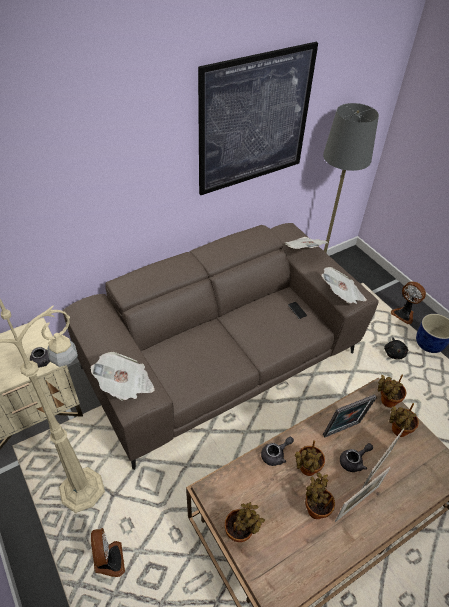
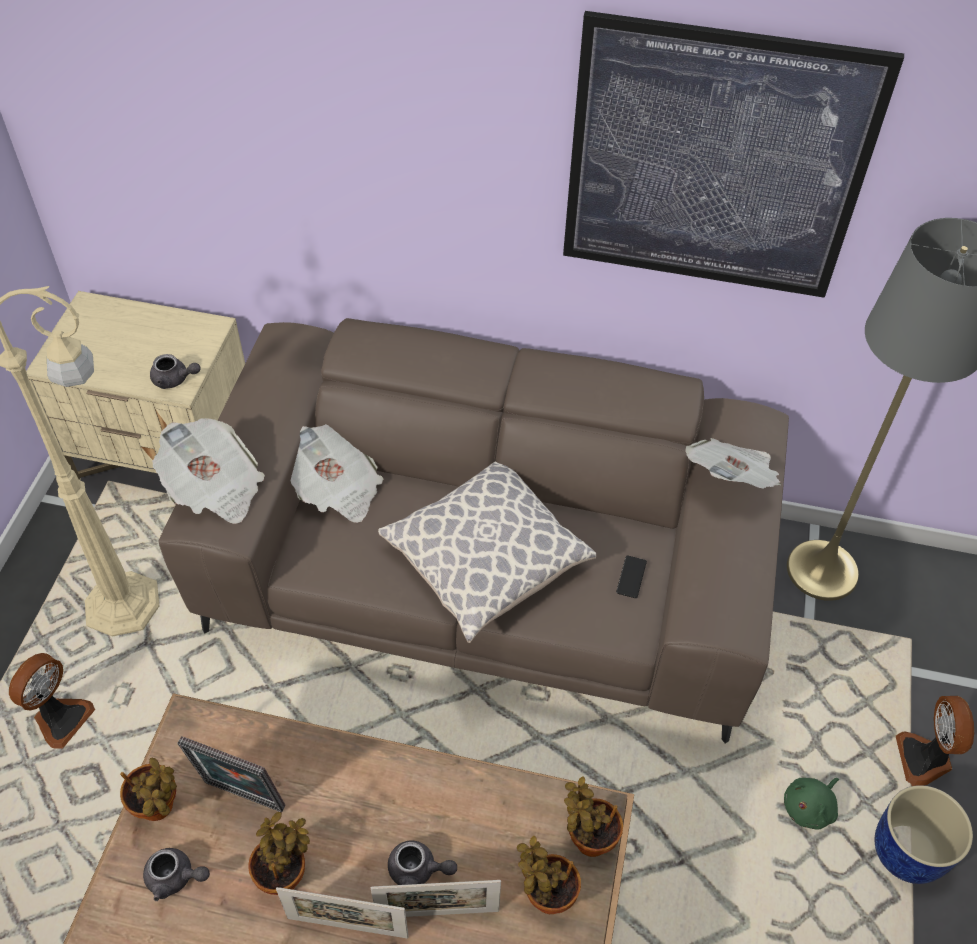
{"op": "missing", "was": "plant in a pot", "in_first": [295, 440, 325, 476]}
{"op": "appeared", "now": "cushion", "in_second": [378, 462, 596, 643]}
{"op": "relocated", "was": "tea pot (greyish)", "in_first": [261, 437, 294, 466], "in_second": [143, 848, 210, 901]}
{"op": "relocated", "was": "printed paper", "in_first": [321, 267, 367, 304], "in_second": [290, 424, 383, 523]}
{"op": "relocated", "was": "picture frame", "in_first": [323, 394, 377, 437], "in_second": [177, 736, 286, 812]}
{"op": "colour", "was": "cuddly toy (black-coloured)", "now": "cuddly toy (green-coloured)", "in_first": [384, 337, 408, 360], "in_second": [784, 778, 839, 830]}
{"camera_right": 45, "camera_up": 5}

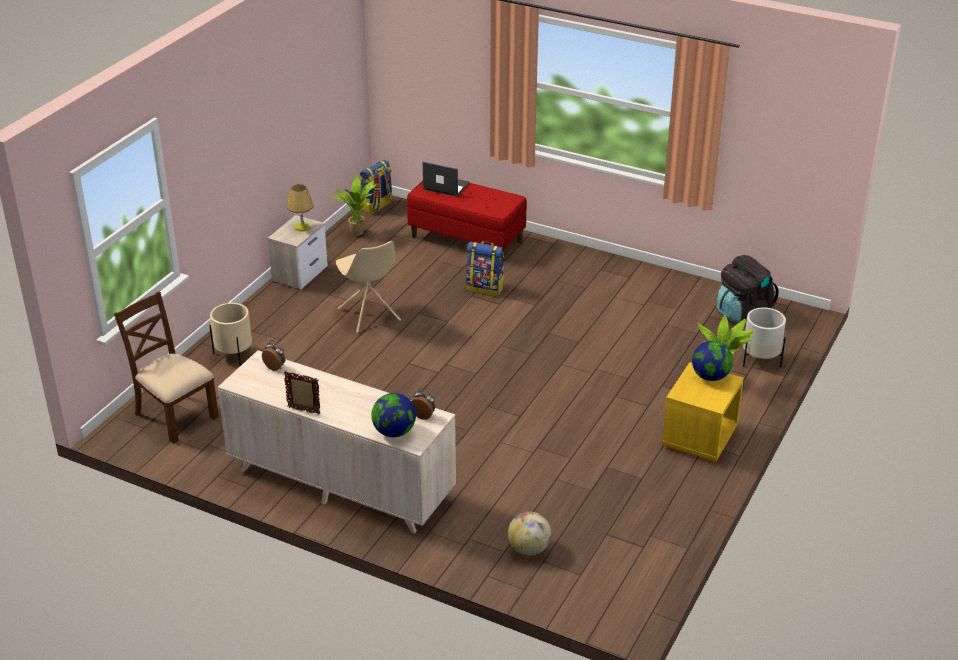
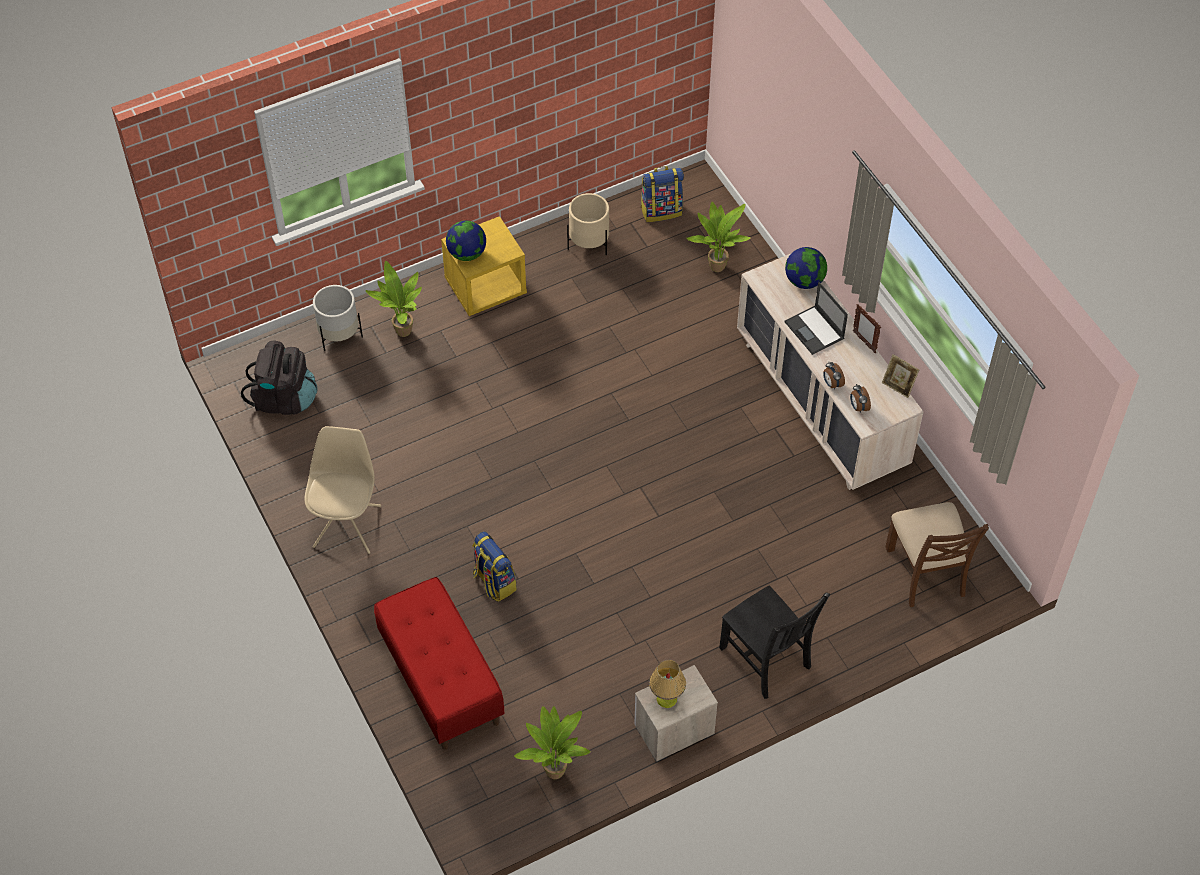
{"op": "appeared", "now": "upright chair (black-coloured)", "in_second": [719, 586, 830, 699]}
{"op": "appeared", "now": "picture frame", "in_second": [882, 354, 919, 398]}
{"op": "relocated", "was": "plant pot (beige-coloured)", "in_first": [209, 303, 252, 366], "in_second": [567, 193, 609, 255]}
{"op": "relocated", "was": "upright chair (beige-coloured)", "in_first": [336, 241, 401, 333], "in_second": [304, 426, 381, 554]}
{"op": "relocated", "was": "backpack", "in_first": [360, 160, 393, 214], "in_second": [641, 166, 684, 222]}
{"op": "relocated", "was": "alarm clock", "in_first": [411, 388, 435, 420], "in_second": [823, 362, 845, 389]}
{"op": "relocated", "was": "portable computer", "in_first": [423, 162, 470, 197], "in_second": [785, 282, 848, 355]}
{"op": "exchanged", "was": "world globe", "now": "plant in a pot", "in_first": [508, 511, 551, 556], "in_second": [686, 201, 751, 272]}
{"camera_right": -145, "camera_up": 20}

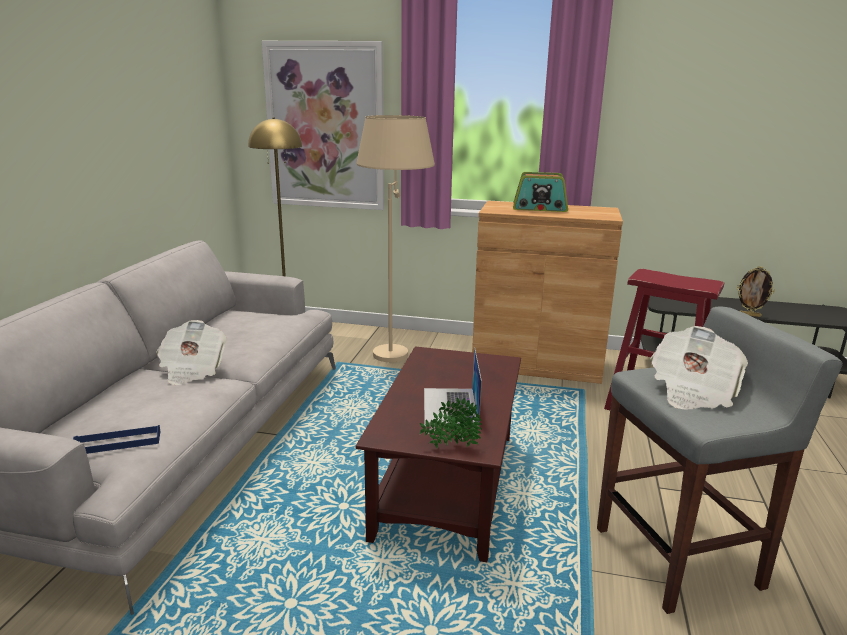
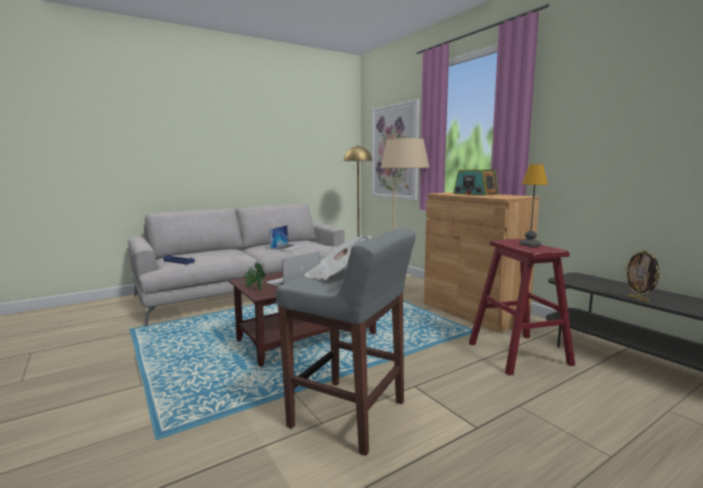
{"op": "missing", "was": "printed paper", "in_first": [156, 320, 227, 385]}
{"op": "appeared", "now": "portable computer", "in_second": [270, 225, 305, 251]}
{"op": "appeared", "now": "table lamp", "in_second": [520, 164, 548, 246]}
{"camera_right": 45, "camera_up": -10}

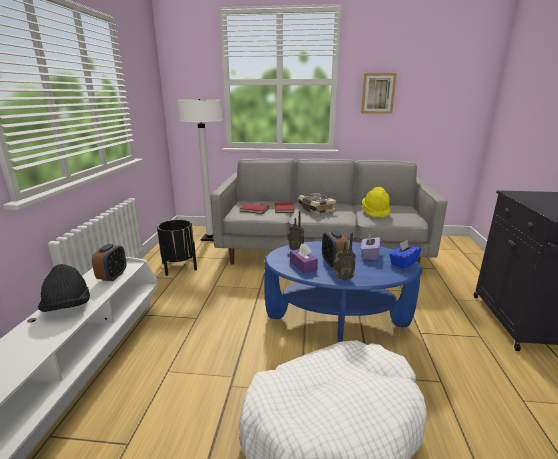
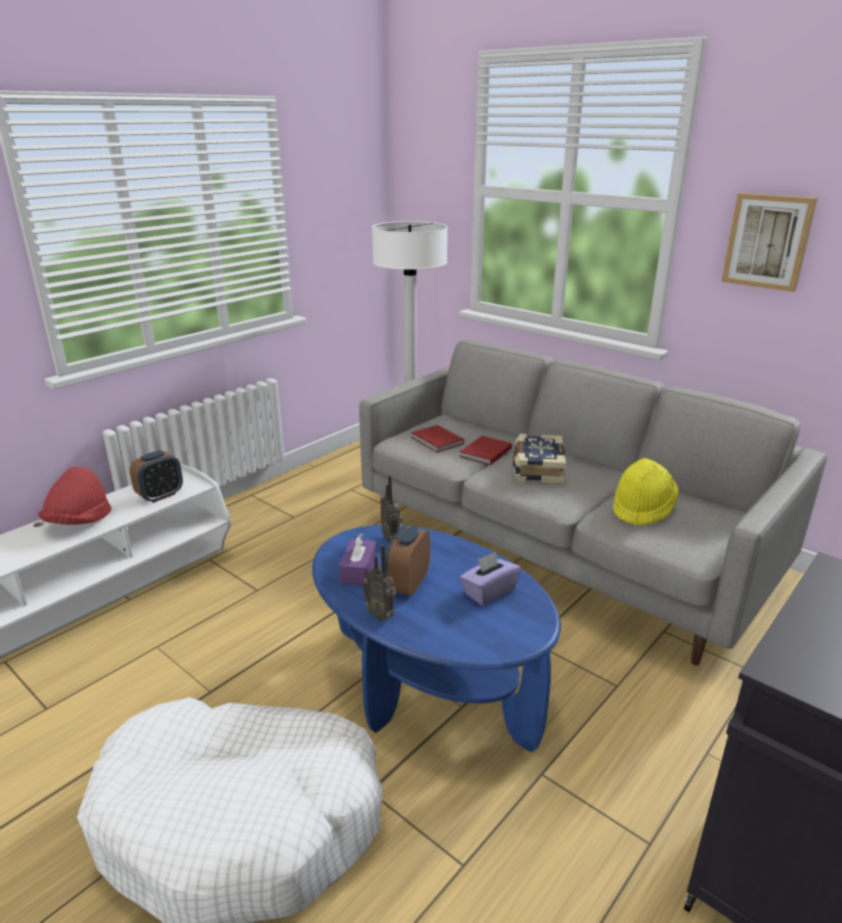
{"op": "missing", "was": "plant pot (black-coloured)", "in_first": [157, 219, 197, 276]}
{"op": "missing", "was": "tissue holder (bluish)", "in_first": [389, 240, 421, 269]}
{"op": "colour", "was": "wearable hat (black-coloured)", "now": "wearable hat (red-coloured)", "in_first": [38, 264, 90, 312], "in_second": [38, 466, 111, 525]}
{"camera_right": 35, "camera_up": 5}

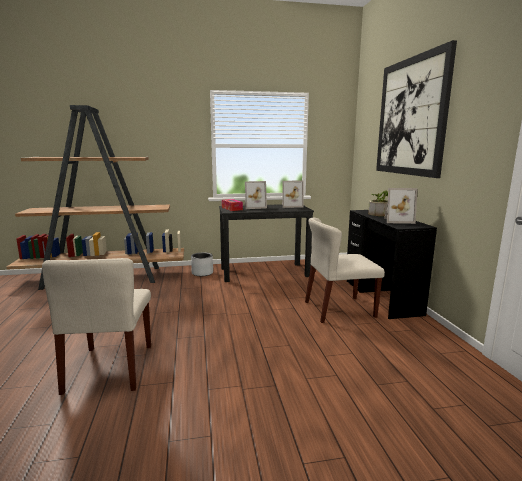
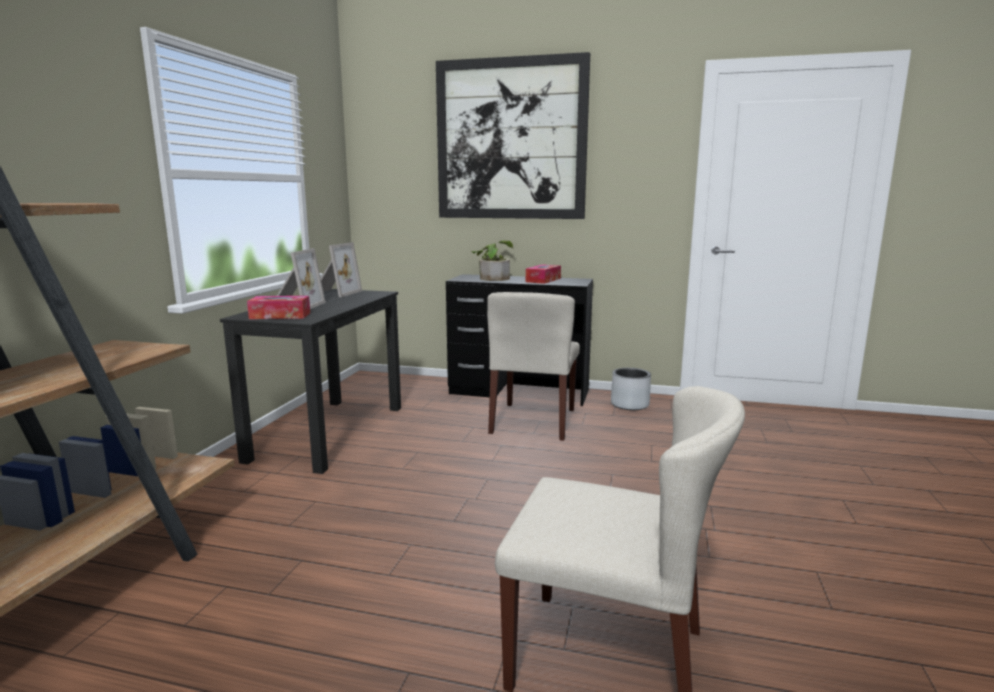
{"op": "relocated", "was": "plant pot (greyish)", "in_first": [191, 252, 213, 276], "in_second": [611, 368, 651, 410]}
{"op": "exchanged", "was": "picture frame", "now": "tissue holder", "in_first": [384, 188, 418, 224], "in_second": [526, 264, 561, 284]}
{"camera_right": -65, "camera_up": 0}

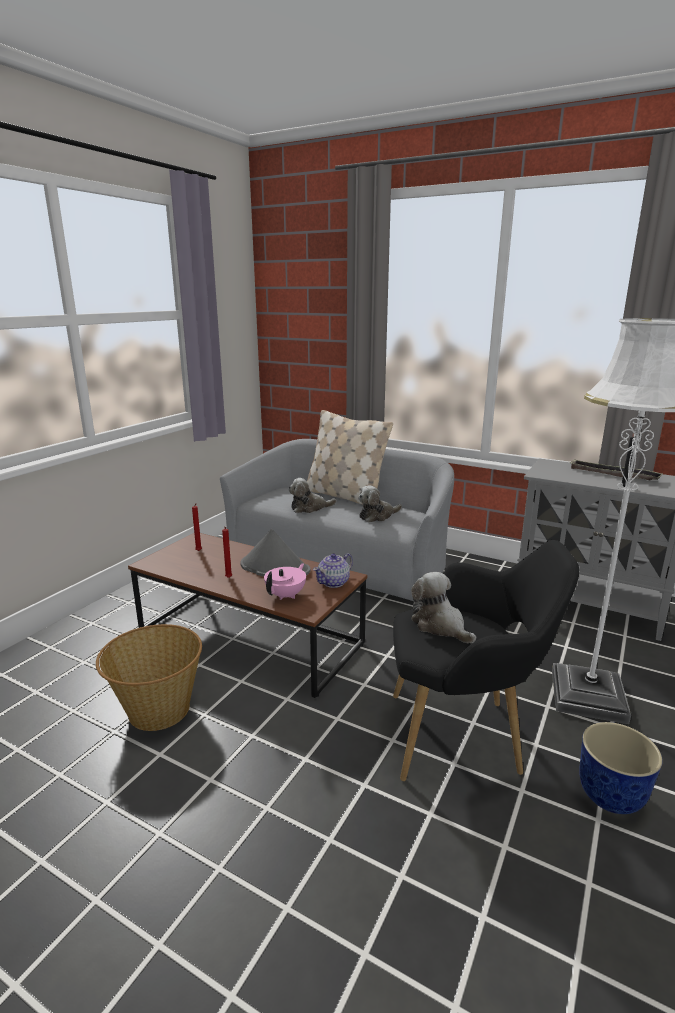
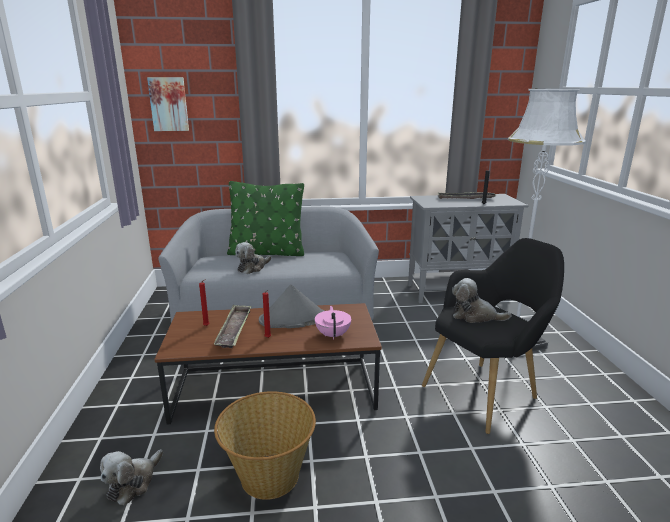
{"op": "missing", "was": "tea pot", "in_first": [313, 553, 353, 588]}
{"op": "missing", "was": "plant pot", "in_first": [579, 722, 662, 814]}
{"op": "appeared", "now": "picture", "in_second": [147, 77, 189, 131]}
{"op": "appeared", "now": "serving tray", "in_second": [214, 305, 251, 348]}
{"op": "relocated", "was": "cuddly toy", "in_first": [358, 485, 402, 522], "in_second": [100, 449, 163, 506]}
{"op": "colour", "was": "cushion (beige-coloured)", "now": "cushion (green-coloured)", "in_first": [307, 410, 393, 505], "in_second": [227, 181, 304, 256]}
{"camera_right": -35, "camera_up": 0}

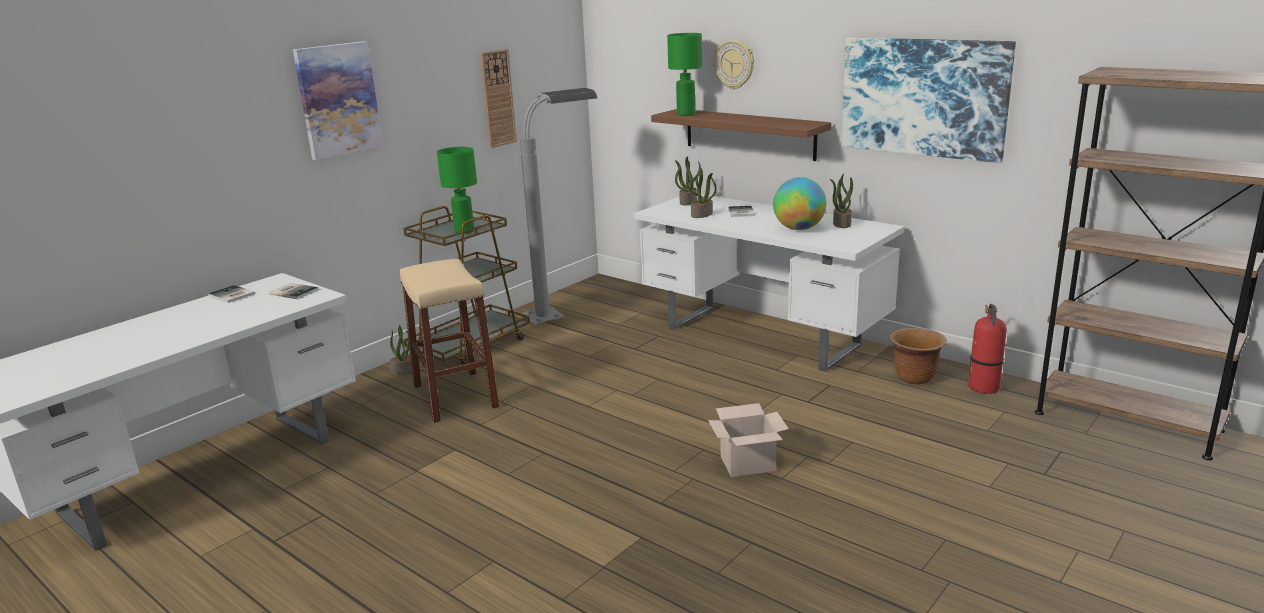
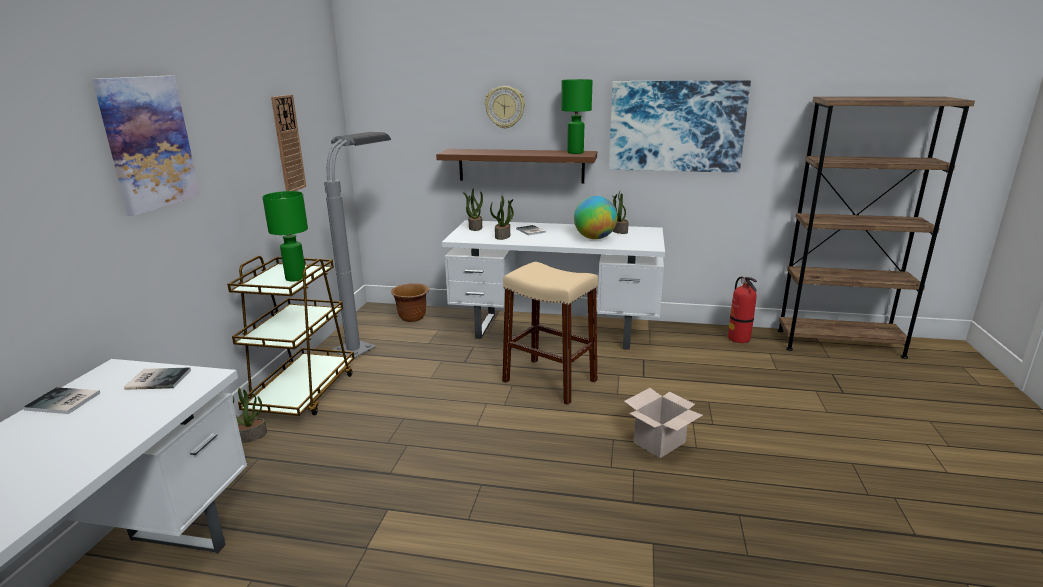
{"op": "relocated", "was": "sitting stool (beige-coloured)", "in_first": [400, 259, 499, 423], "in_second": [502, 262, 598, 405]}
{"op": "relocated", "was": "table lamp (green-coloured)", "in_first": [667, 33, 702, 116], "in_second": [561, 79, 593, 154]}
{"op": "relocated", "was": "plant pot (brown)", "in_first": [890, 328, 947, 384], "in_second": [391, 283, 429, 322]}
{"camera_right": -30, "camera_up": 0}

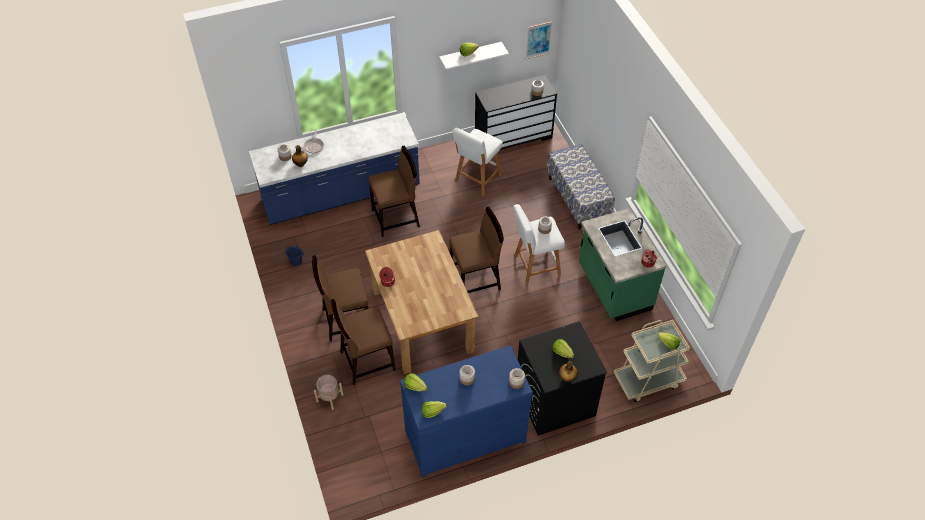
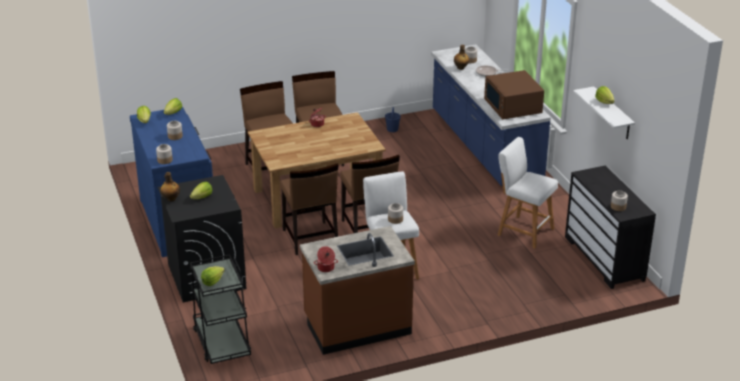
{"op": "missing", "was": "plant pot (beige-coloured)", "in_first": [314, 375, 344, 410]}
{"op": "missing", "was": "picture", "in_first": [526, 22, 552, 59]}
{"op": "missing", "was": "long seat", "in_first": [547, 144, 615, 230]}
{"op": "appeared", "now": "microwave (brown)", "in_second": [484, 70, 544, 120]}
{"op": "relocated", "was": "upright chair (brown)", "in_first": [368, 146, 420, 237], "in_second": [280, 163, 339, 255]}
{"op": "colour", "was": "kitchen base unit (green-coloured)", "now": "kitchen base unit (brown)", "in_first": [579, 208, 666, 321], "in_second": [300, 226, 415, 355]}
{"op": "colour", "was": "trolley (beige-coloured)", "now": "trolley (black-coloured)", "in_first": [614, 320, 690, 402], "in_second": [190, 254, 251, 364]}
{"camera_right": 90, "camera_up": -20}

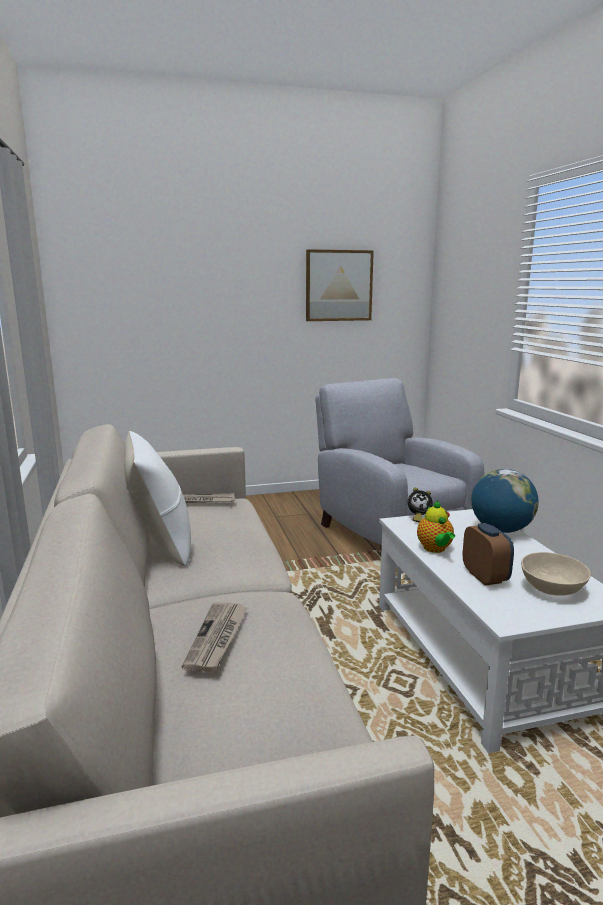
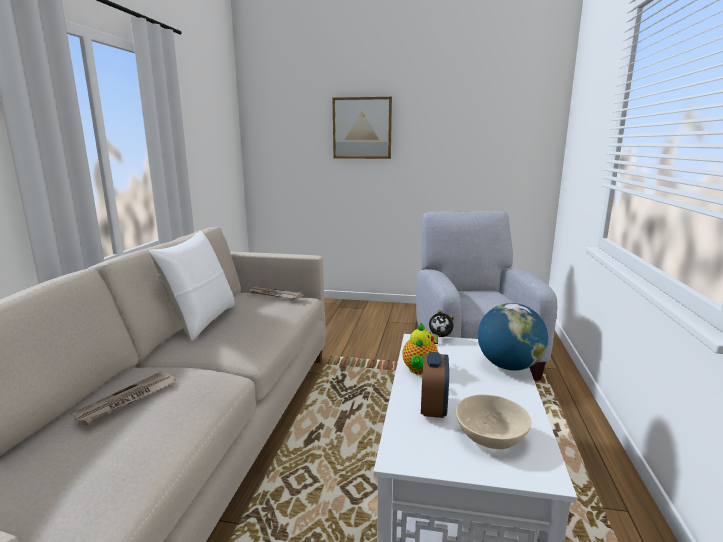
{"op": "relocated", "was": "picture", "in_first": [306, 249, 374, 321], "in_second": [333, 97, 392, 159]}
{"camera_right": 25, "camera_up": 0}

